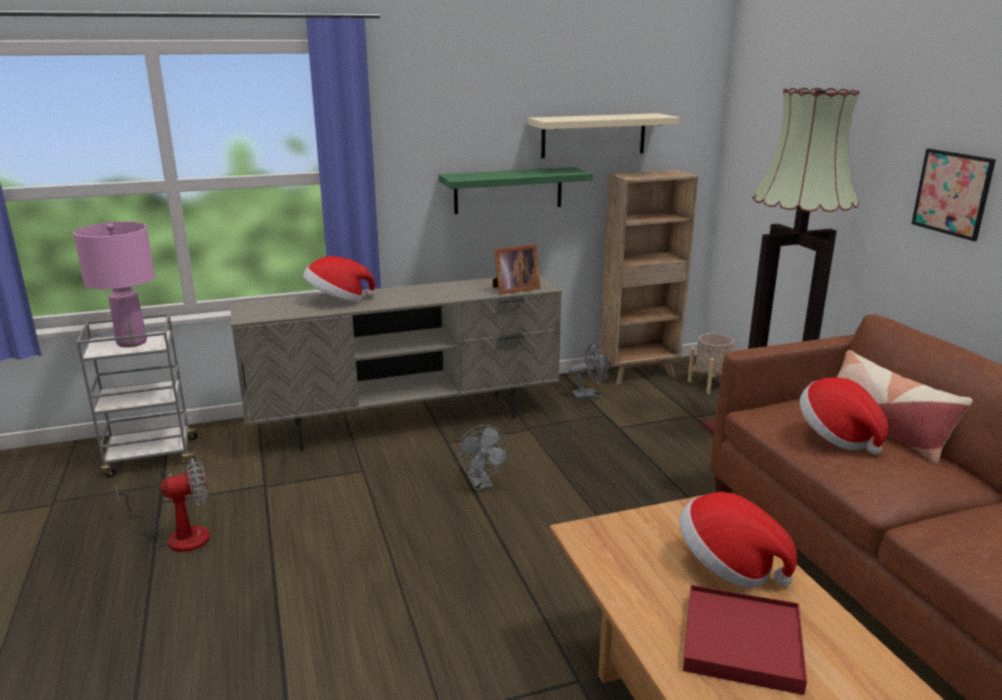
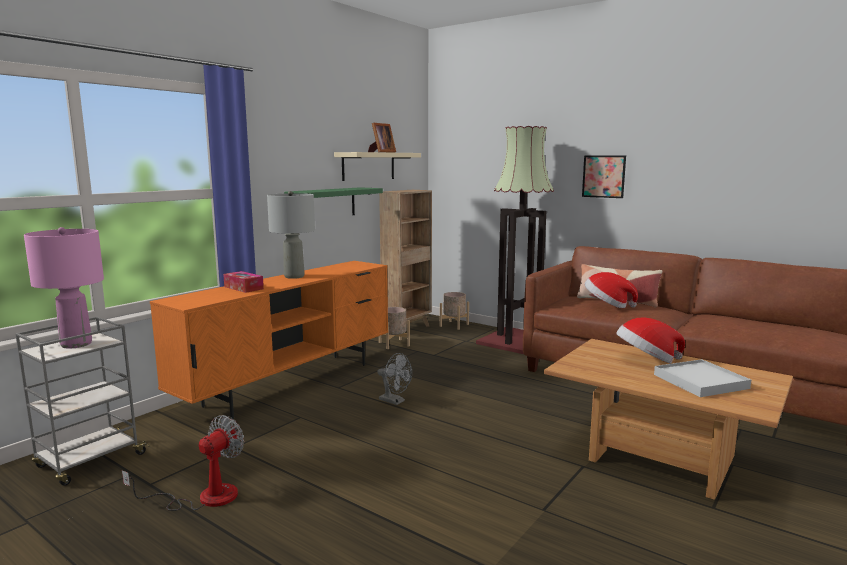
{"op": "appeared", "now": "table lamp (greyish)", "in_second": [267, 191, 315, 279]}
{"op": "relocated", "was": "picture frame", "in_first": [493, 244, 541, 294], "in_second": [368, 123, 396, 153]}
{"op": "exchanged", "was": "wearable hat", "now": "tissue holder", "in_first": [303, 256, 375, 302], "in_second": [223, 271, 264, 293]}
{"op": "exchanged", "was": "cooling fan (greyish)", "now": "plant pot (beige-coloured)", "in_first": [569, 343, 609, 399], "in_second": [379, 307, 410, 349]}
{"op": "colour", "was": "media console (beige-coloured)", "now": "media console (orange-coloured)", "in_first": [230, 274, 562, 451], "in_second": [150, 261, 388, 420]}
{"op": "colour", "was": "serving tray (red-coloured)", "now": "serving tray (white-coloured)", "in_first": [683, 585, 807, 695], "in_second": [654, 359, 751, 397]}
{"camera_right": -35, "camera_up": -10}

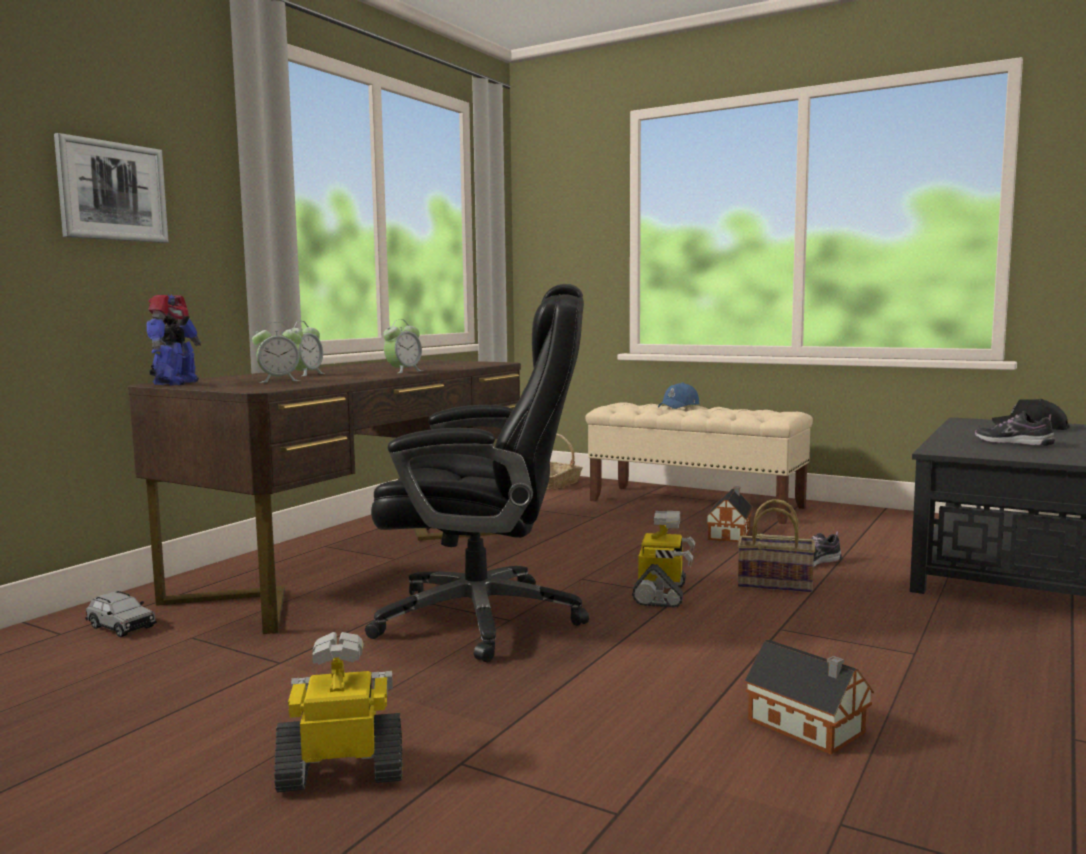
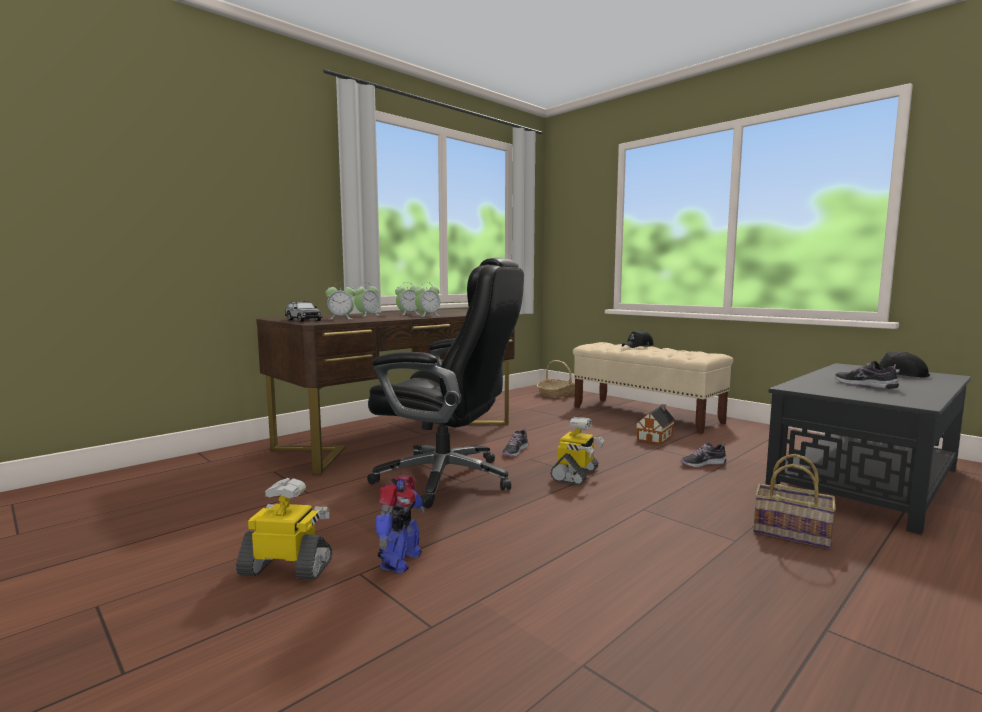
{"op": "missing", "was": "picture", "in_first": [54, 133, 169, 243]}
{"op": "missing", "was": "model house", "in_first": [744, 640, 874, 755]}
{"op": "appeared", "now": "alarm clock", "in_second": [395, 282, 421, 315]}
{"op": "appeared", "now": "item of footwear", "in_second": [502, 428, 528, 456]}
{"op": "relocated", "was": "model car (greyish)", "in_first": [85, 591, 157, 637], "in_second": [285, 301, 322, 322]}
{"op": "relocated", "was": "robot figure", "in_first": [147, 294, 201, 386], "in_second": [376, 475, 426, 573]}
{"op": "relocated", "was": "basket", "in_first": [737, 499, 815, 593], "in_second": [753, 454, 836, 549]}
{"op": "colour", "was": "peaked cap (bluish)", "now": "peaked cap (black-coloured)", "in_first": [658, 383, 699, 409], "in_second": [622, 330, 653, 348]}
{"camera_right": 15, "camera_up": 0}

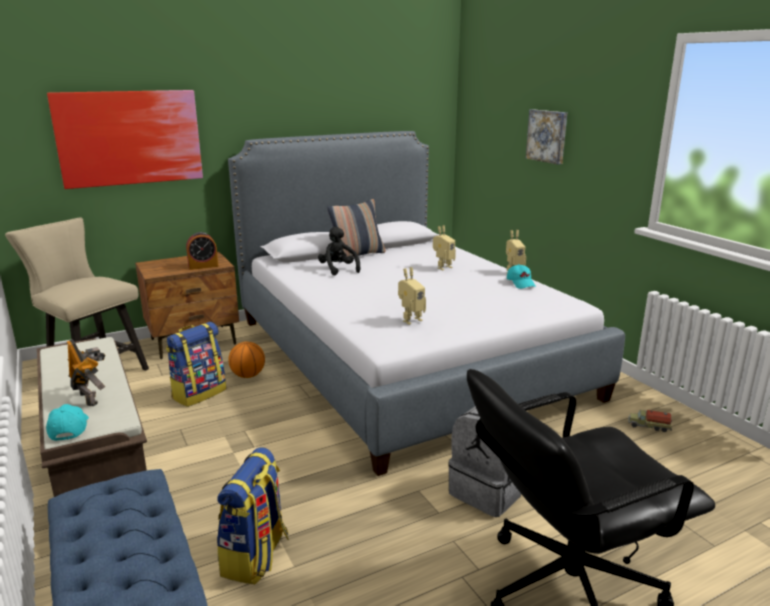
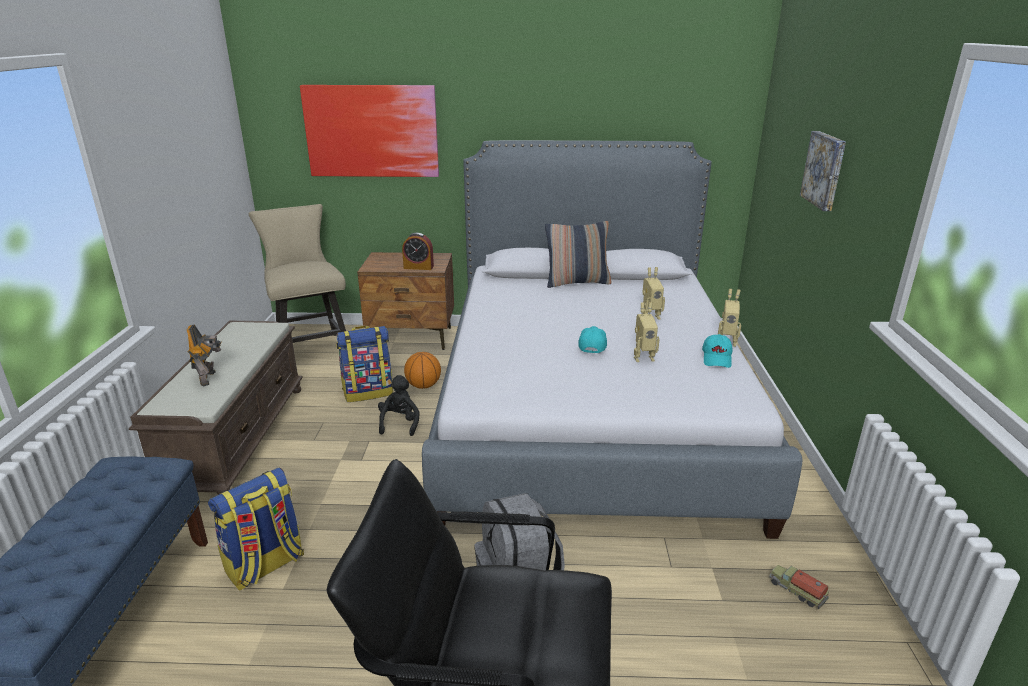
{"op": "relocated", "was": "peaked cap (turquoise)", "in_first": [46, 404, 89, 441], "in_second": [578, 326, 607, 354]}
{"op": "relocated", "was": "cuddly toy (black-coloured)", "in_first": [318, 227, 360, 275], "in_second": [378, 375, 419, 436]}
{"op": "relocated", "was": "robot figure", "in_first": [398, 267, 426, 325], "in_second": [634, 302, 660, 362]}
{"camera_right": 30, "camera_up": 5}

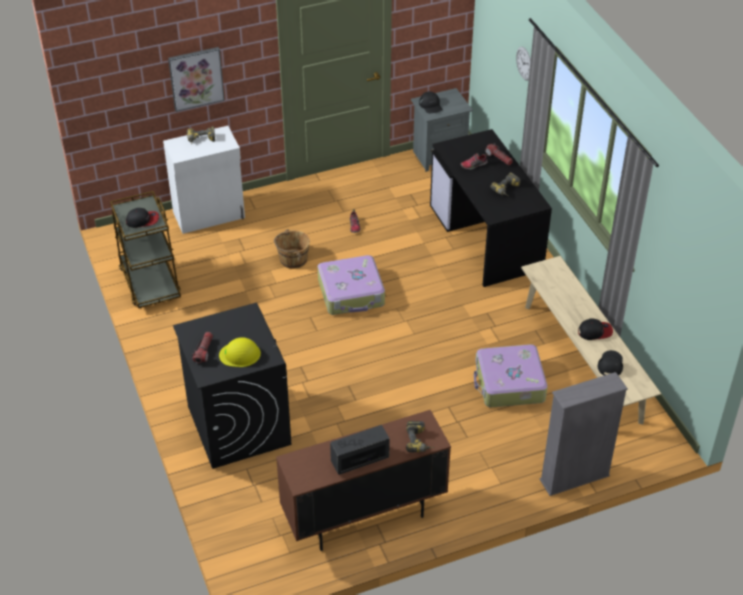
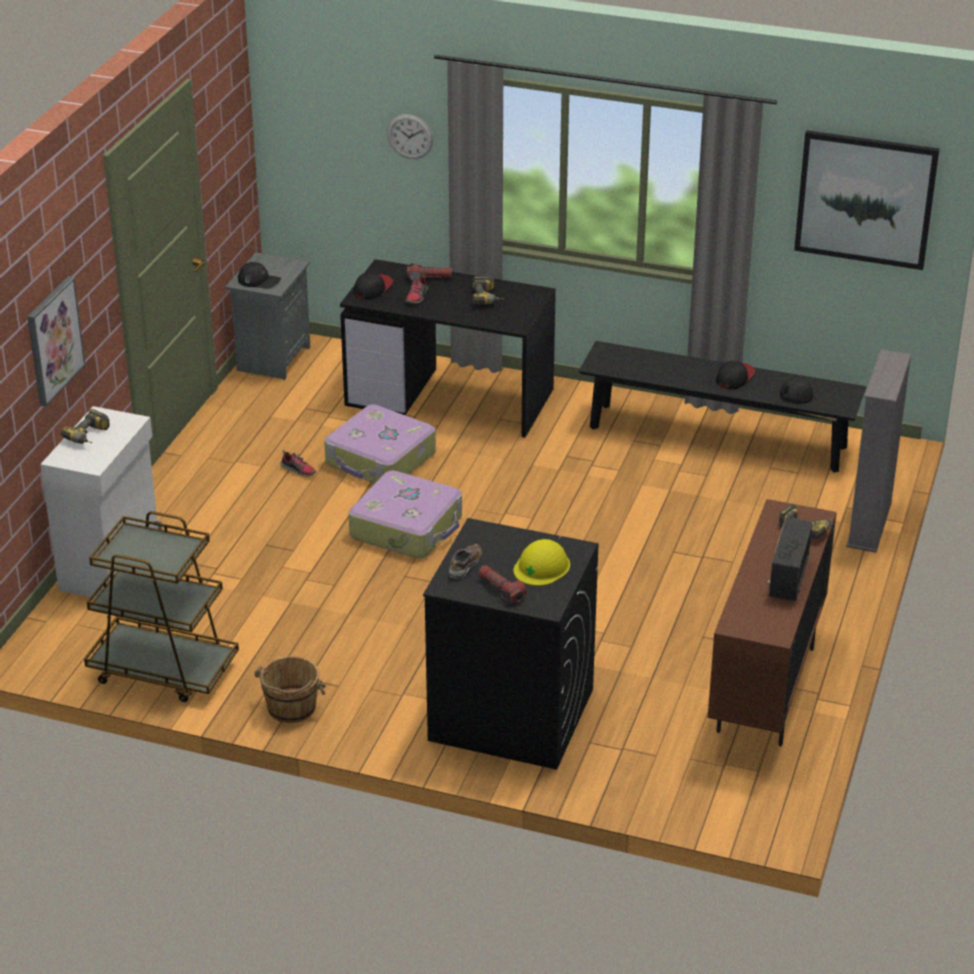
{"op": "appeared", "now": "item of footwear", "in_second": [449, 544, 482, 579]}
{"op": "appeared", "now": "picture", "in_second": [794, 130, 939, 270]}
{"op": "relocated", "was": "peaked cap", "in_first": [126, 208, 159, 228], "in_second": [354, 272, 393, 299]}
{"op": "relocated", "was": "pail (brown)", "in_first": [274, 229, 310, 269], "in_second": [254, 656, 326, 723]}
{"op": "relocated", "was": "travel case", "in_first": [474, 344, 548, 407], "in_second": [324, 405, 436, 483]}
{"op": "colour", "was": "long seat (beige-coloured)", "now": "long seat (black-coloured)", "in_first": [521, 256, 661, 425], "in_second": [579, 341, 866, 473]}
{"camera_right": -50, "camera_up": -10}

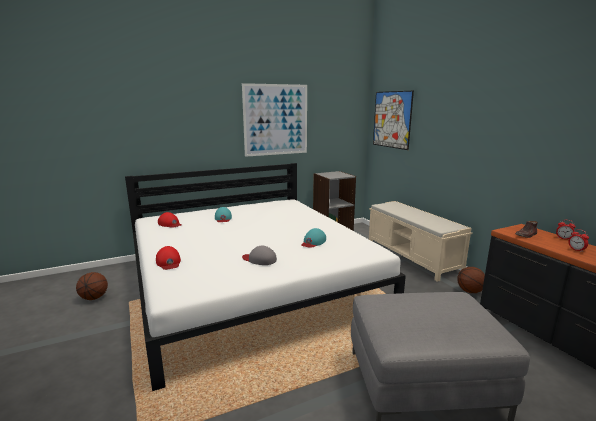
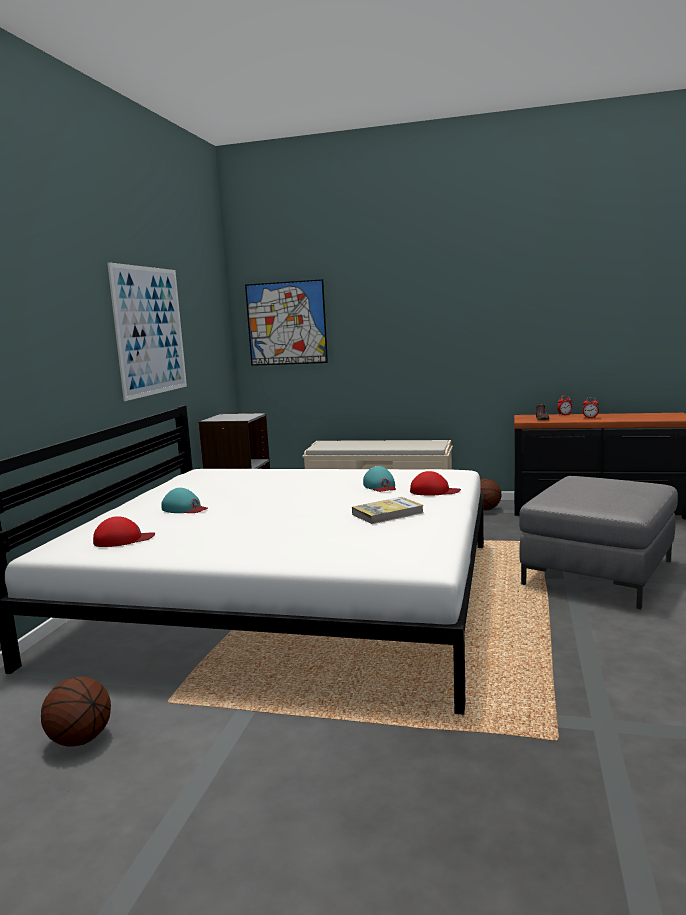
{"op": "relocated", "was": "peaked cap (red-coloured)", "in_first": [156, 246, 181, 270], "in_second": [410, 471, 461, 495]}
{"op": "exchanged", "was": "peaked cap (greyish)", "now": "bound book", "in_first": [242, 246, 277, 265], "in_second": [352, 497, 423, 524]}
{"camera_right": -50, "camera_up": -5}

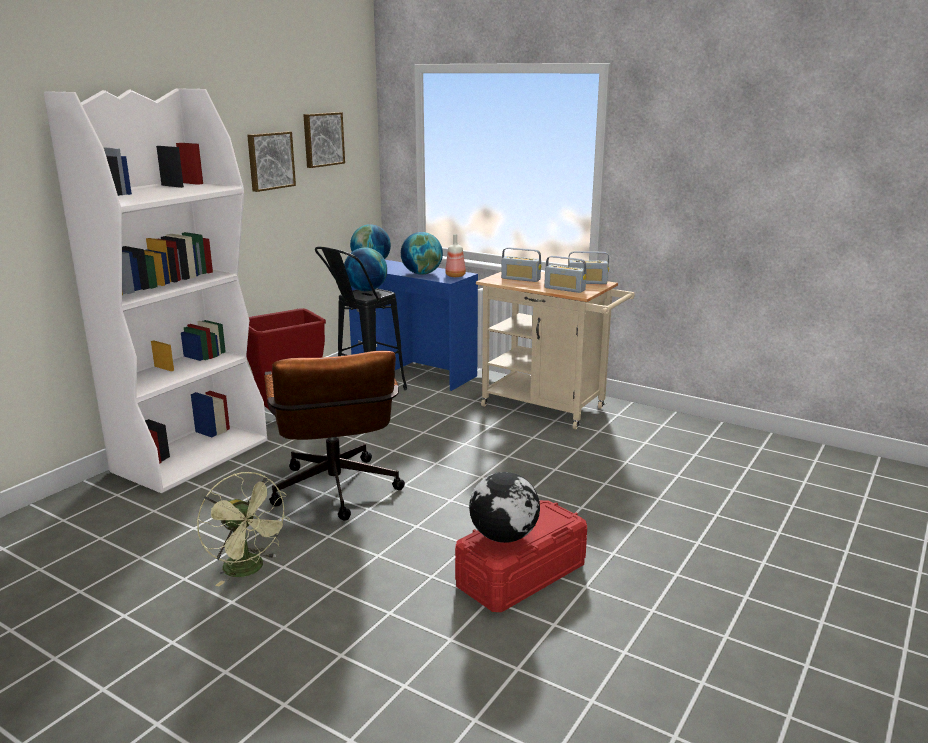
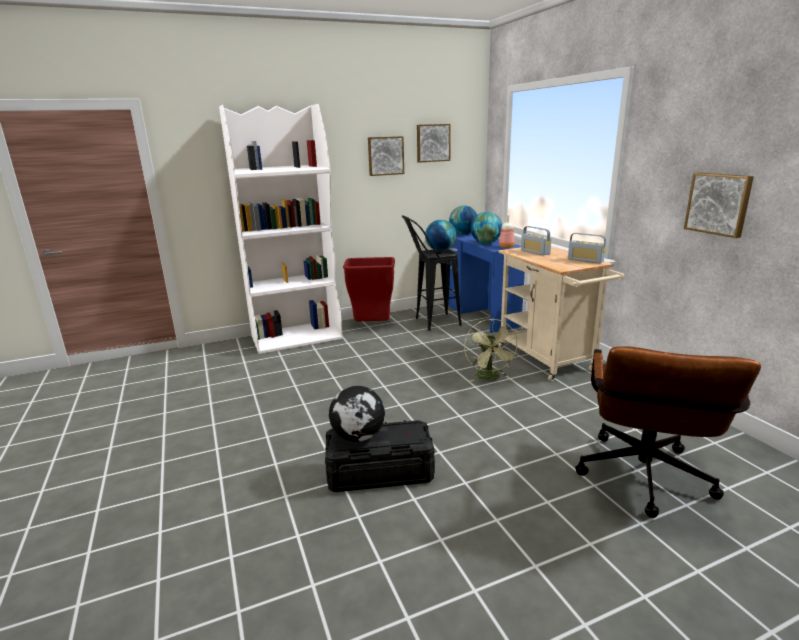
{"op": "missing", "was": "radio receiver", "in_first": [544, 256, 587, 293]}
{"op": "appeared", "now": "picture", "in_second": [684, 173, 754, 238]}
{"op": "relocated", "was": "cooling fan (green-coloured)", "in_first": [197, 472, 290, 587], "in_second": [464, 319, 519, 382]}
{"op": "relocated", "was": "desk chair (brown)", "in_first": [264, 351, 405, 521], "in_second": [575, 347, 761, 518]}
{"op": "colour", "was": "storage bin (red-coloured)", "now": "storage bin (black-coloured)", "in_first": [455, 500, 587, 612], "in_second": [325, 420, 435, 492]}
{"camera_right": 35, "camera_up": 0}

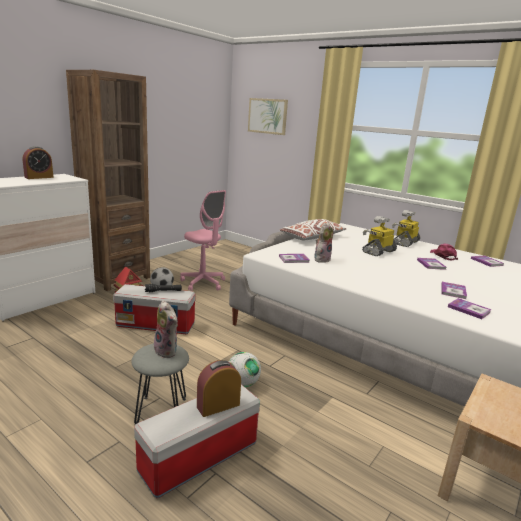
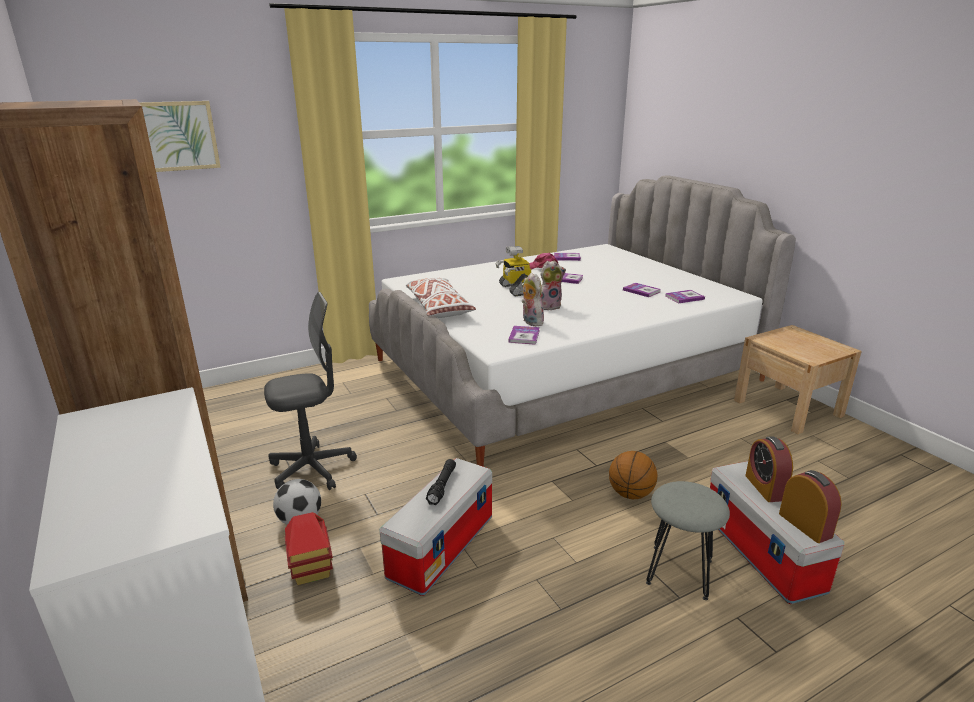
{"op": "missing", "was": "robot figure", "in_first": [392, 210, 420, 247]}
{"op": "relocated", "was": "alarm clock", "in_first": [23, 146, 54, 179], "in_second": [779, 470, 842, 543]}
{"op": "relocated", "was": "cuddly toy", "in_first": [154, 300, 178, 358], "in_second": [541, 260, 566, 310]}
{"op": "exchanged", "was": "football ball", "now": "ball for basketball", "in_first": [229, 352, 261, 387], "in_second": [609, 451, 657, 499]}
{"op": "colour", "was": "desk chair (pinkish)", "now": "desk chair (greyish)", "in_first": [180, 190, 226, 291], "in_second": [264, 292, 357, 490]}
{"camera_right": -65, "camera_up": 5}

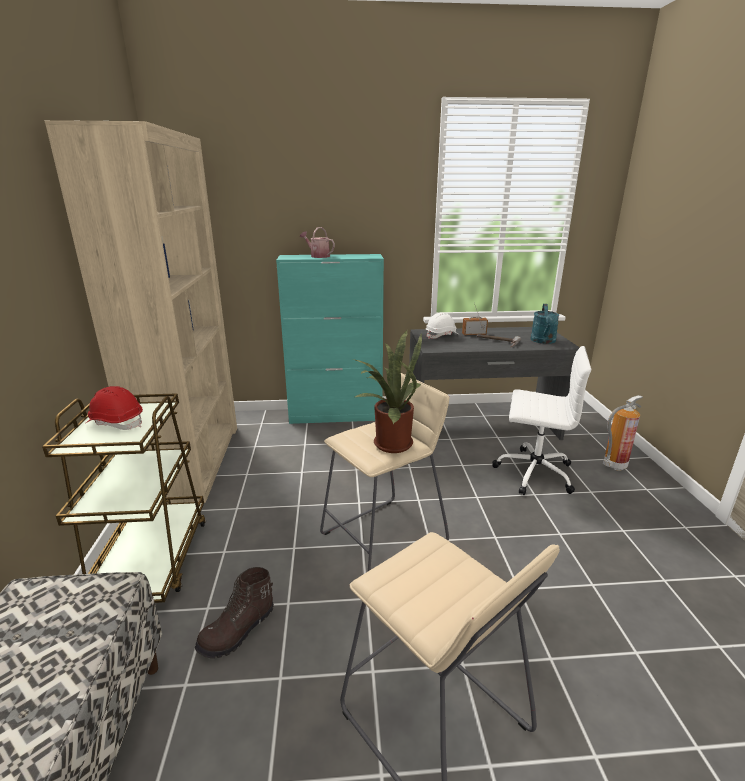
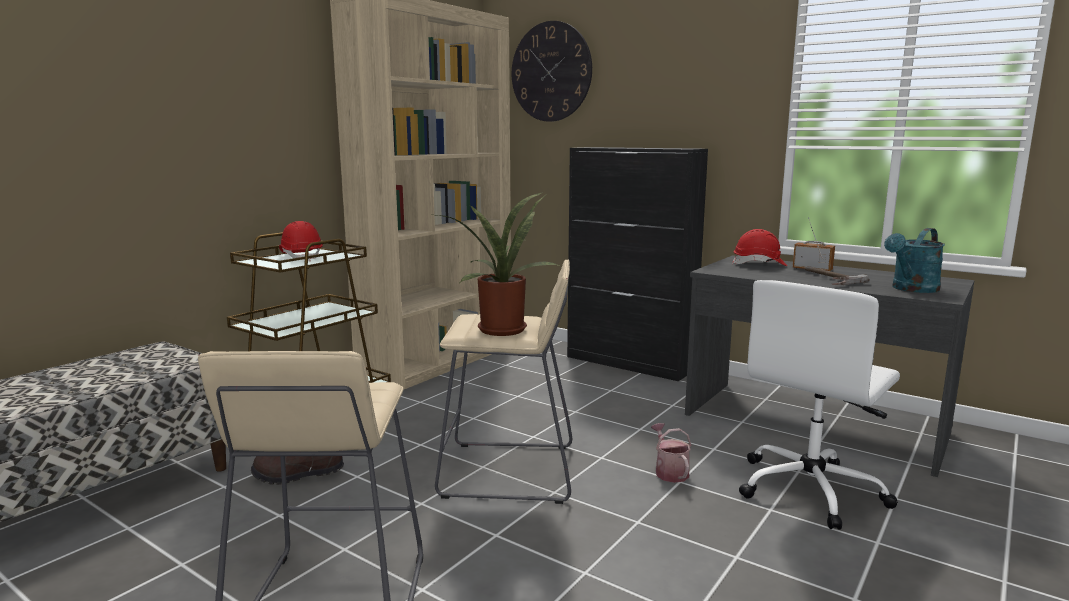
{"op": "missing", "was": "fire extinguisher", "in_first": [603, 395, 643, 470]}
{"op": "appeared", "now": "wall clock", "in_second": [512, 21, 592, 122]}
{"op": "relocated", "was": "sprinkling can", "in_first": [300, 227, 335, 258], "in_second": [651, 423, 691, 483]}
{"op": "colour", "was": "cabinet (turquoise)", "now": "cabinet (black-coloured)", "in_first": [276, 254, 384, 424], "in_second": [567, 147, 708, 381]}
{"op": "colour", "was": "hard hat (white-coloured)", "now": "hard hat (red-coloured)", "in_first": [426, 312, 458, 339], "in_second": [732, 229, 787, 266]}
{"op": "spun", "was": "desk chair (white-coloured)", "in_first": [492, 346, 591, 495], "in_second": [739, 280, 900, 530], "clockwise": 75}
{"camera_right": 40, "camera_up": -10}

